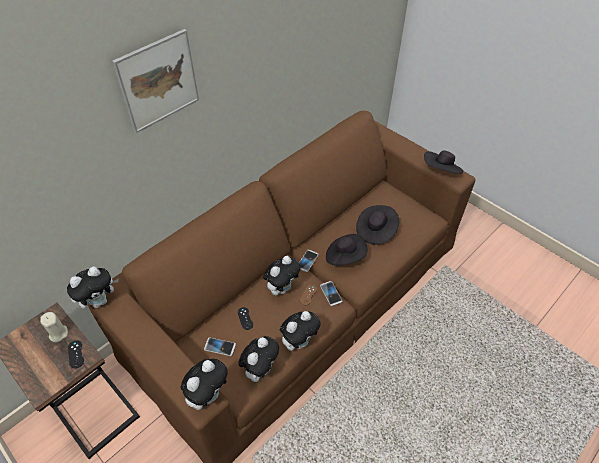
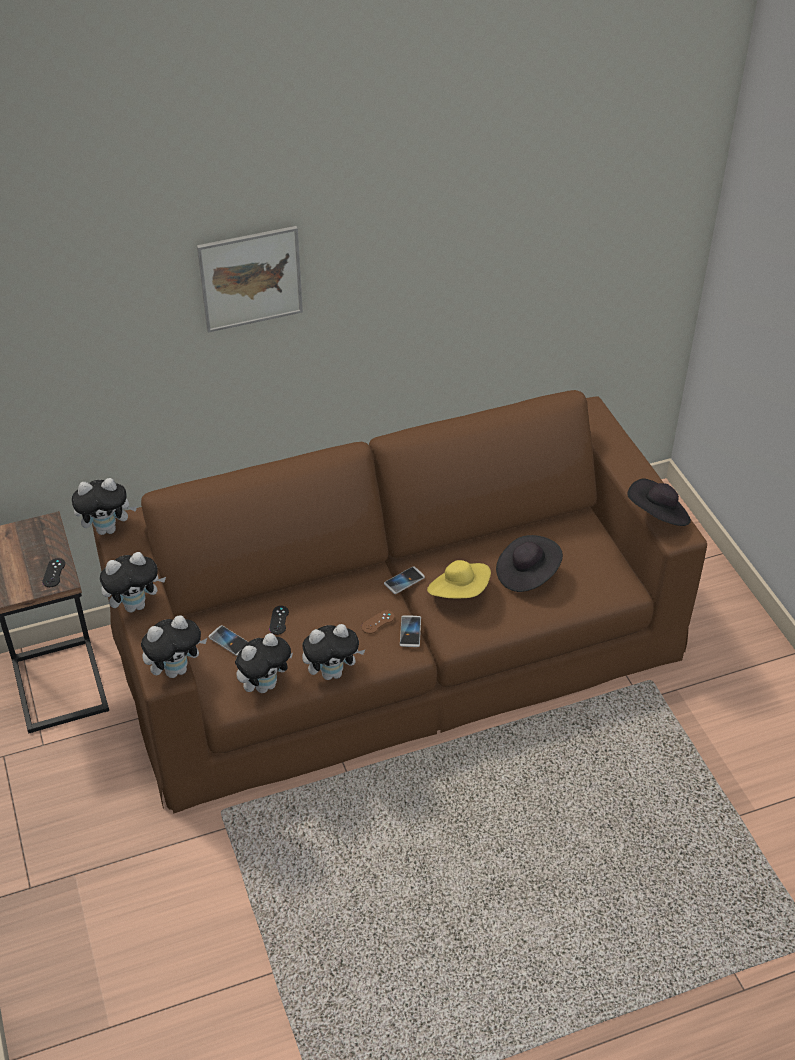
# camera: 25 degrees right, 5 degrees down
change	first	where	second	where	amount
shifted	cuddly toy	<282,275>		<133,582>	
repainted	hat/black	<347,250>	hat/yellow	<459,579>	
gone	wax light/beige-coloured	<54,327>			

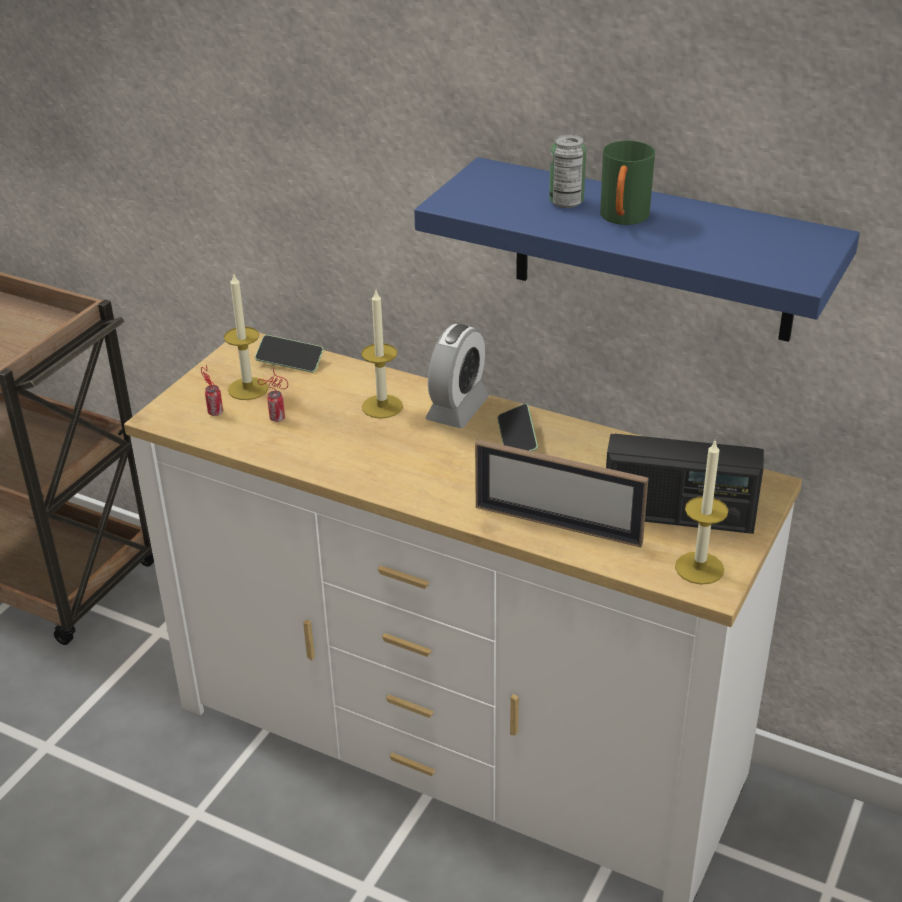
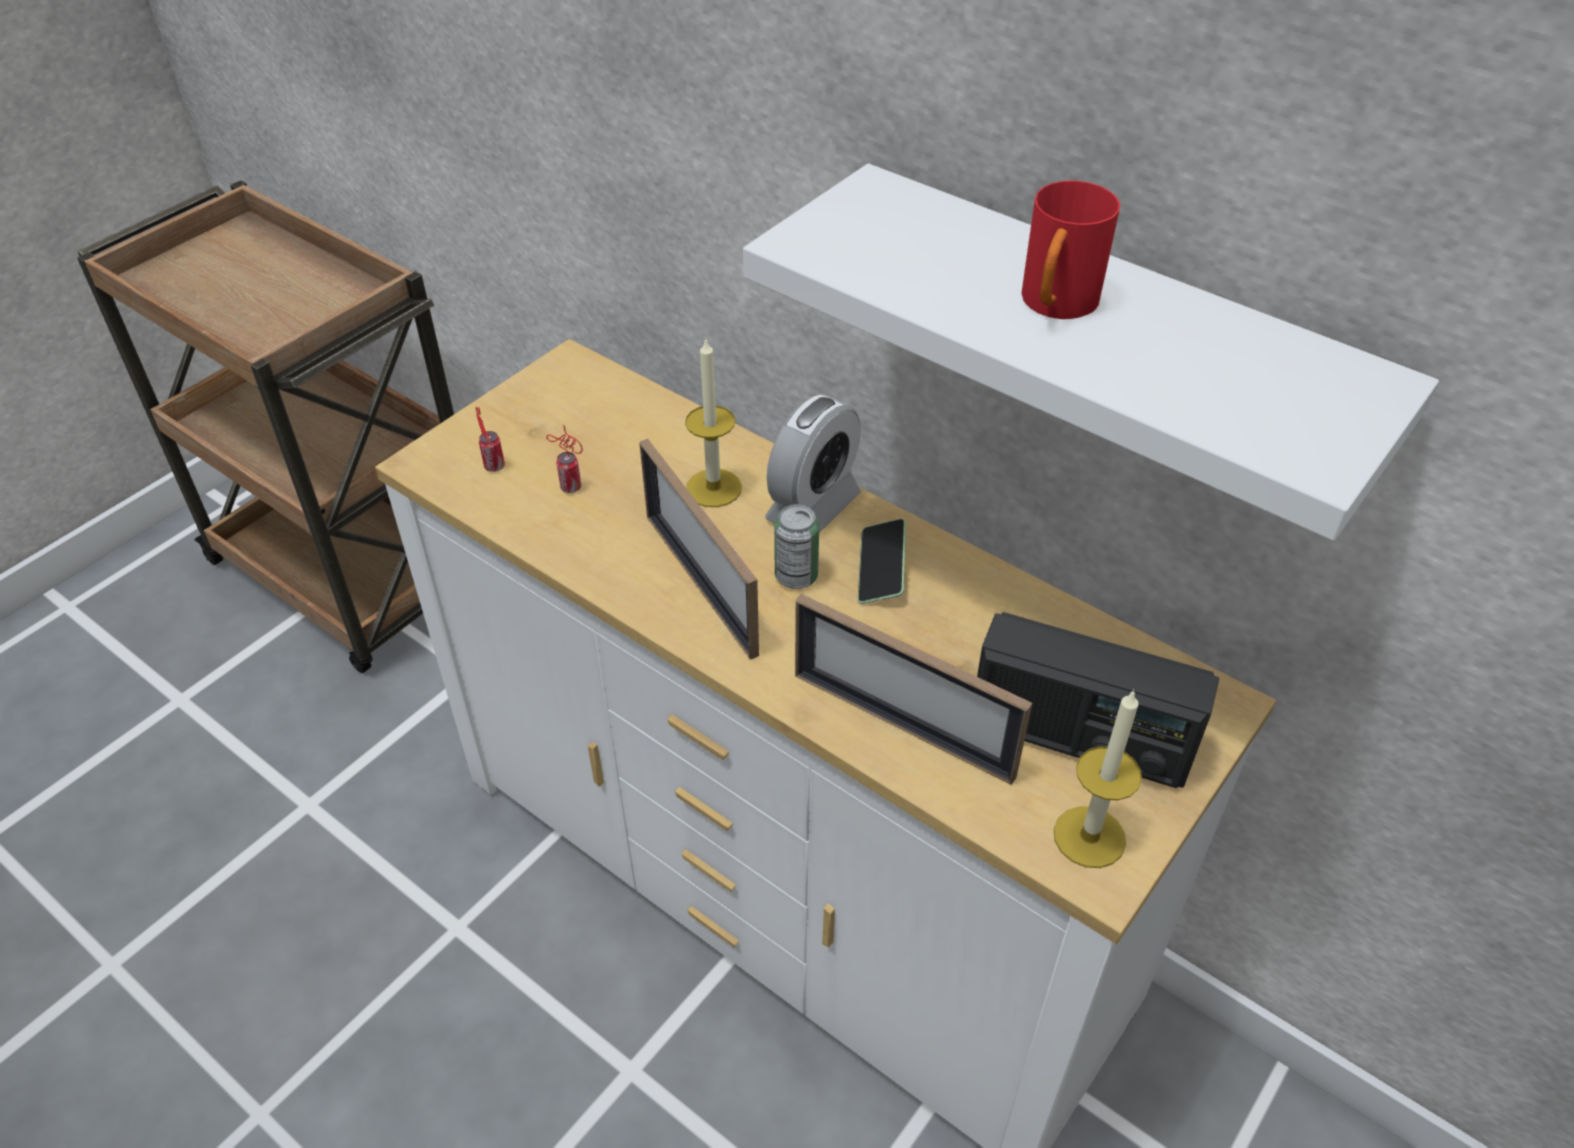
# camera: 10 degrees right, 10 degrees up
change	first	where	second	where	amount
new			standing frame	<699,549>	
repainted	wall shelf/bluish	<637,249>	wall shelf/whitish	<1091,352>	
shifted	metal can	<567,171>		<796,546>	
repainted	tea mug/greenish	<627,183>	tea mug/red-coloured	<1070,249>	
gone	wax light	<246,337>			
gone	handset	<289,354>			

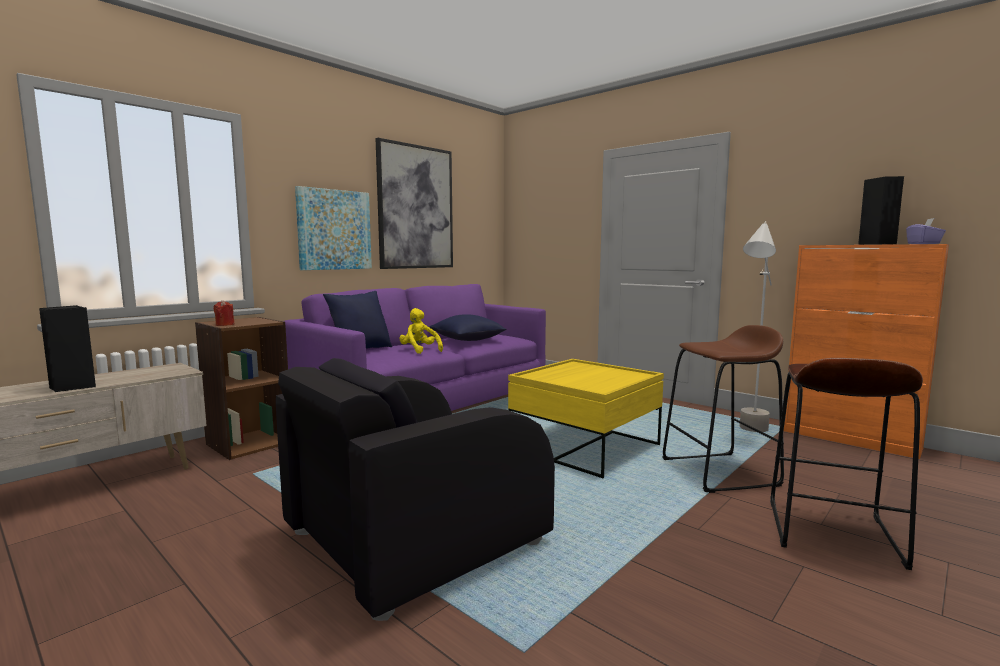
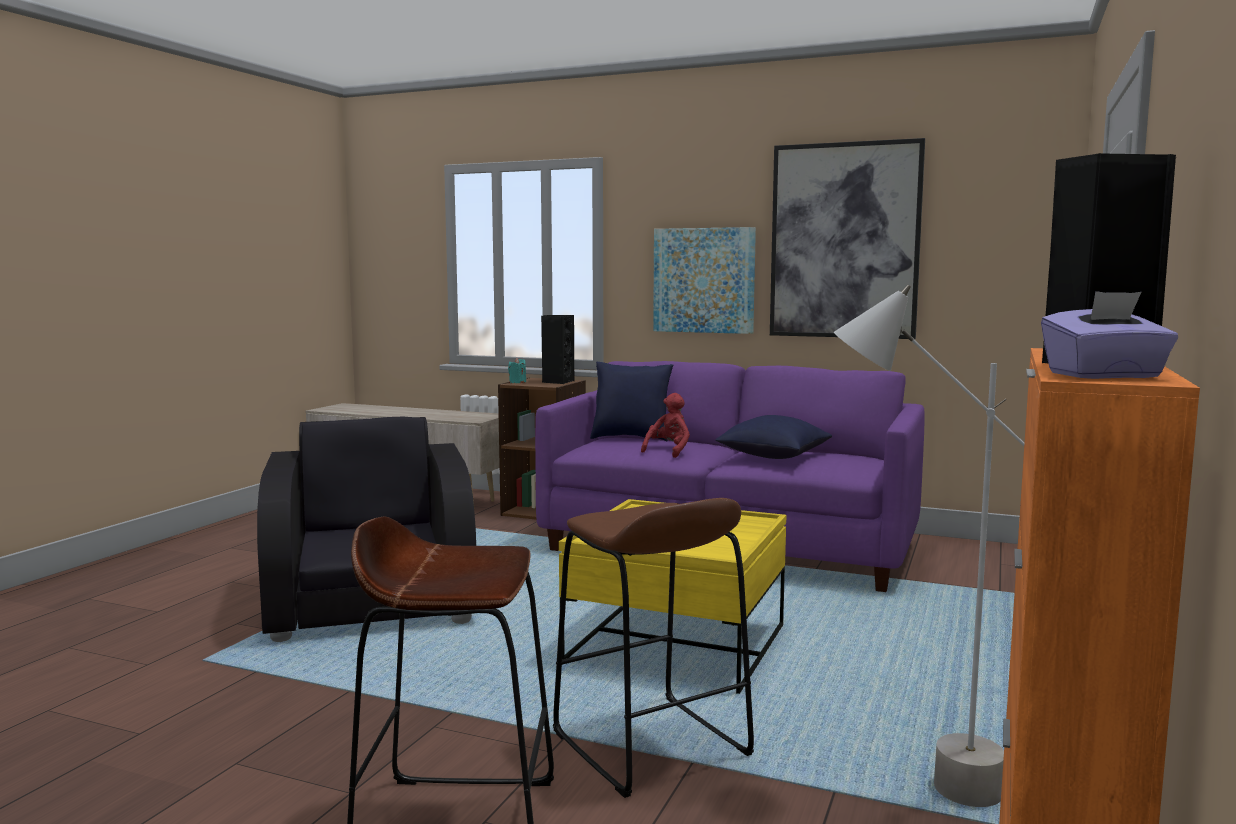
# camera: 70 degrees right, 0 degrees up
change	first	where	second	where	amount
rotated	armchair/black	<415,489>		<366,529>	45 degrees clockwise
repainted	wax light/red-coloured	<224,313>	wax light/blue-green	<517,370>	
shifted	audio speaker/black	<67,348>		<557,349>	
repainted	cuddly toy/yellow	<421,331>	cuddly toy/red-coloured	<665,425>	

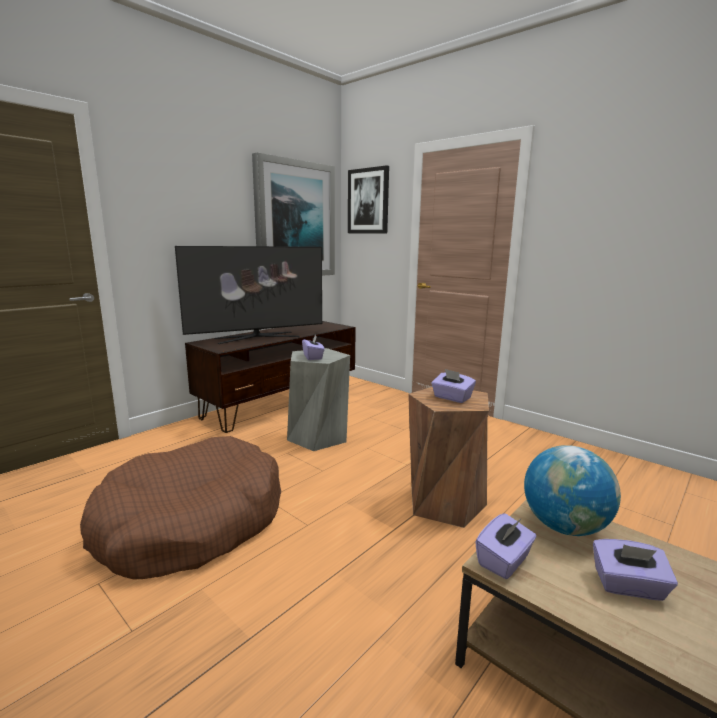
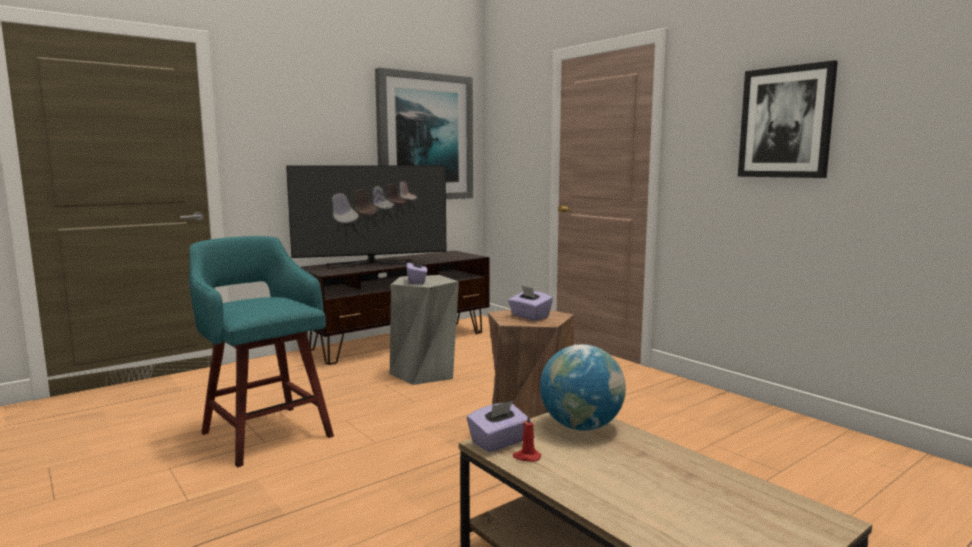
# camera: 10 degrees right, 5 degrees down
change	first	where	second	where	amount
swapped	pet bed/brown	<180,508>	sitting stool/blue-green	<261,352>	
new			wax light/red-coloured	<527,437>	
shifted	picture	<368,199>		<788,119>	
gone	tissue box/purplish	<635,570>			

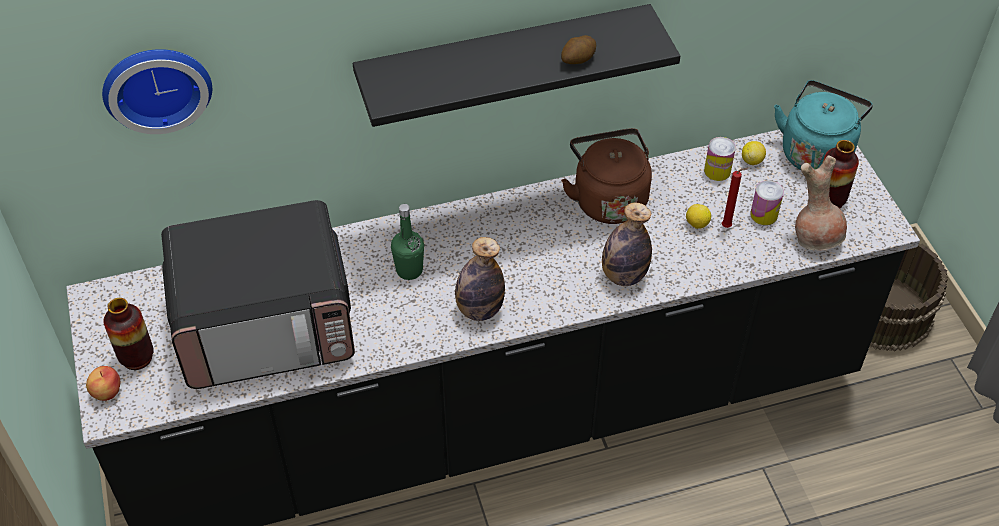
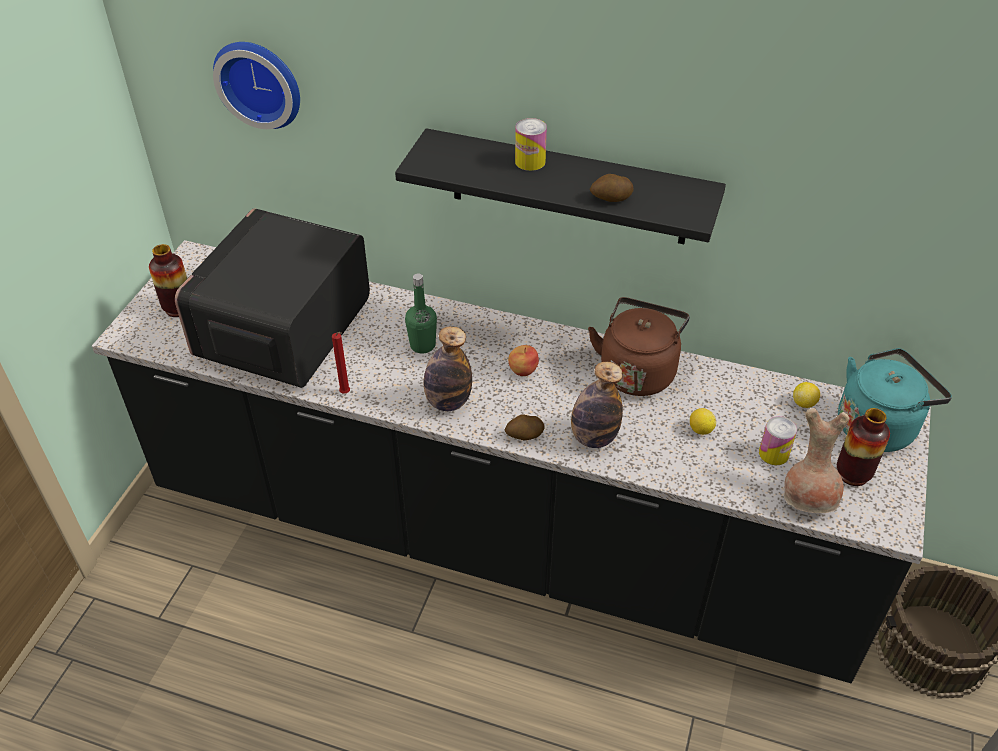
# camera: 35 degrees right, 5 degrees down
change	first	where	second	where	amount
rotated	kitchen microwave	<258,294>		<272,298>	90 degrees clockwise
shifted	wax light/red-coloured	<735,198>		<341,363>	
new			potato	<524,427>	
shifted	apple fruit	<103,383>		<523,360>	
shifted	metal can	<720,159>		<531,144>	

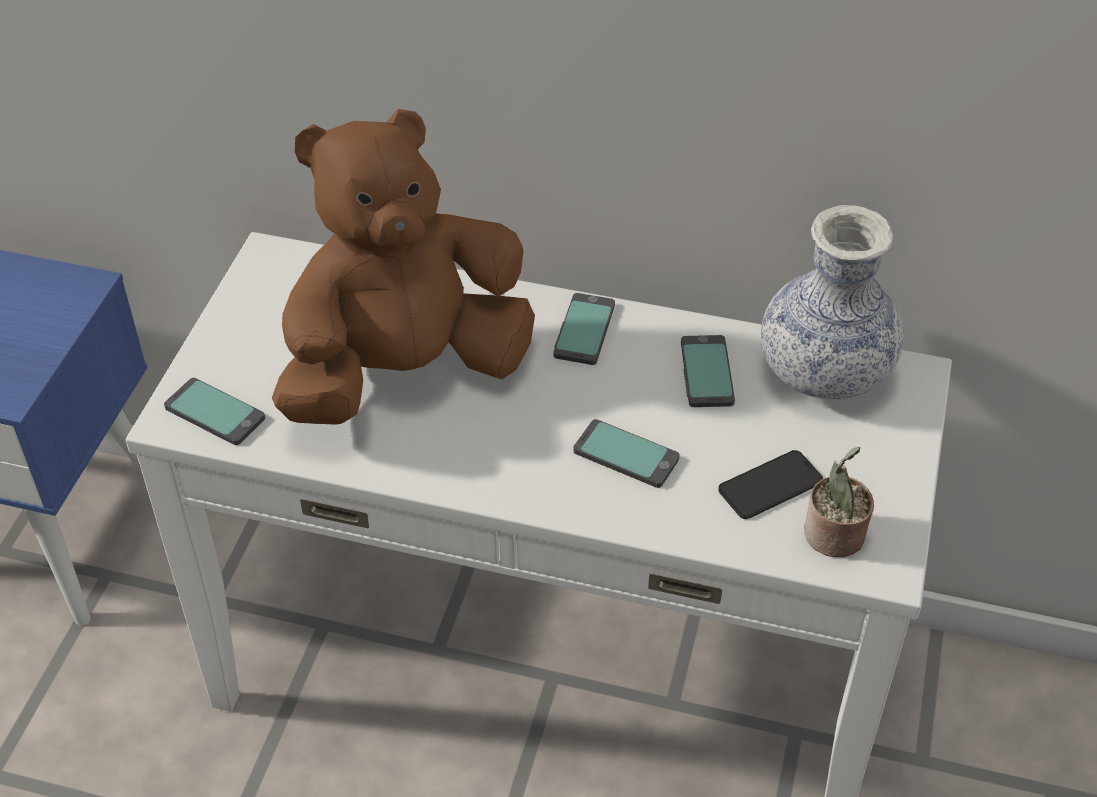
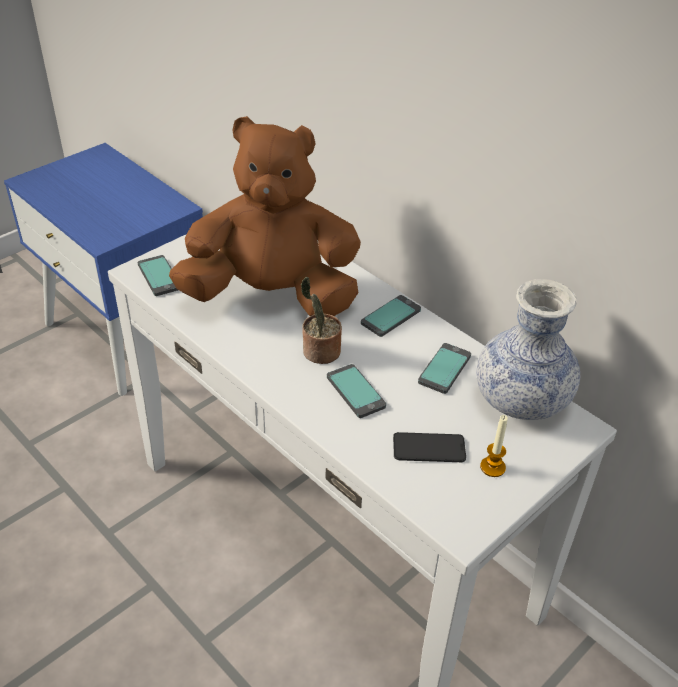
# camera: 30 degrees right, 5 degrees down
change	first	where	second	where	amount
shifted	houseplant	<839,502>		<321,320>	
new			wax light	<494,446>	

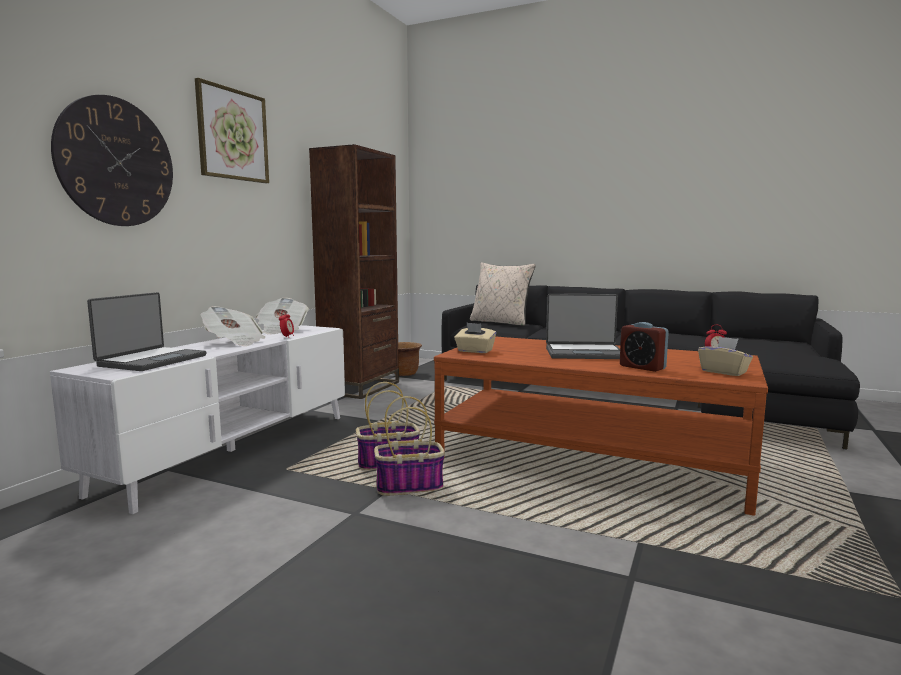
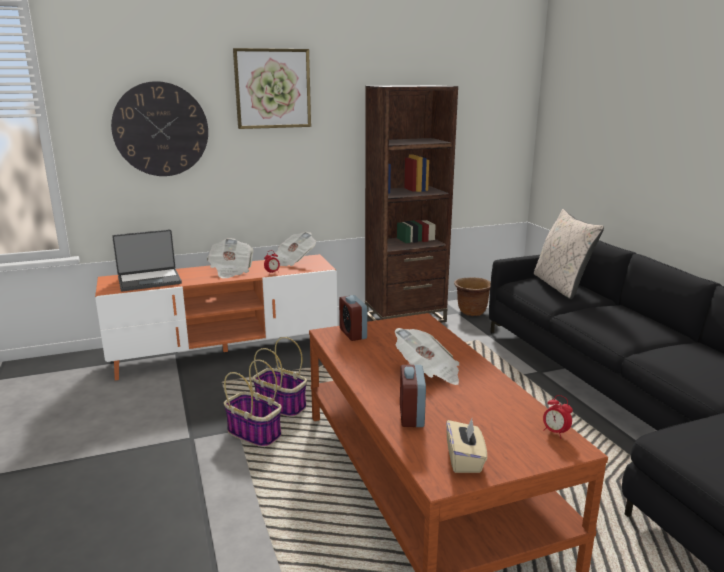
# camera: 45 degrees right, 10 degrees up
change	first	where	second	where	amount
repainted	tv unit/whitish	<197,419>	tv unit/orangey	<216,317>	
swapped	tissue box/beige-coloured	<475,337>	bedside clock	<353,318>	
swapped	notebook computer	<583,326>	printed paper	<427,356>	

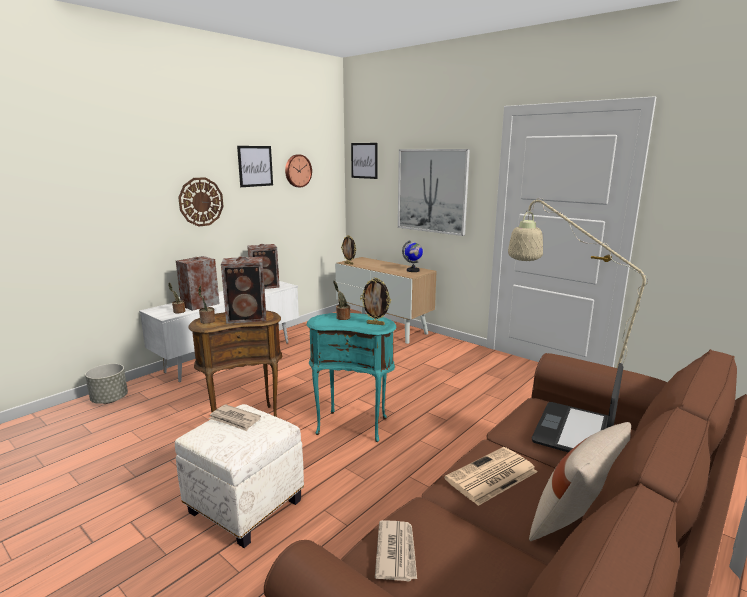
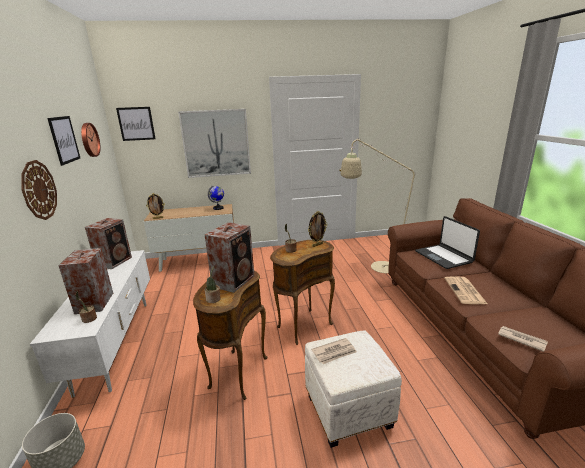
# camera: 50 degrees left, 5 degrees up
change	first	where	second	where	amount
repainted	accent table/blue-green	<351,377>	accent table/brown	<302,292>	
gone	cushion/beige-coloured	<580,481>			

